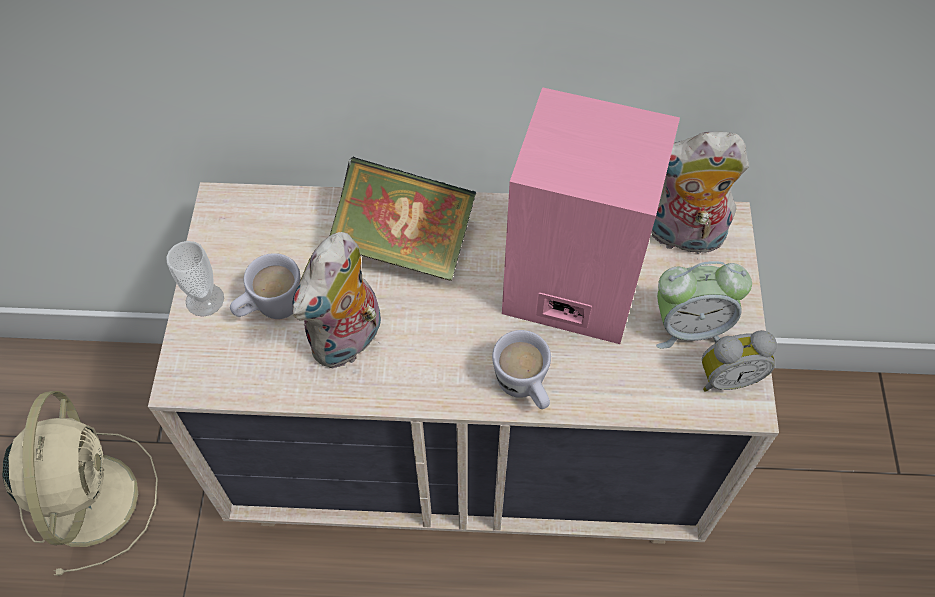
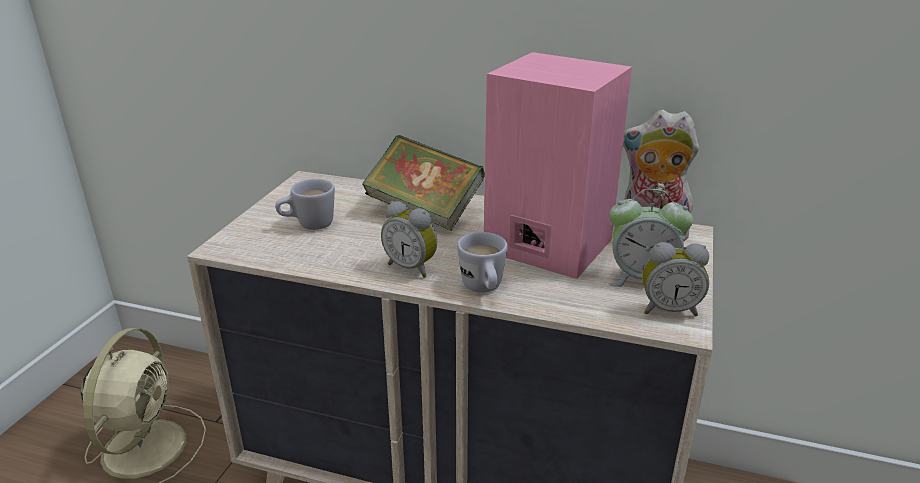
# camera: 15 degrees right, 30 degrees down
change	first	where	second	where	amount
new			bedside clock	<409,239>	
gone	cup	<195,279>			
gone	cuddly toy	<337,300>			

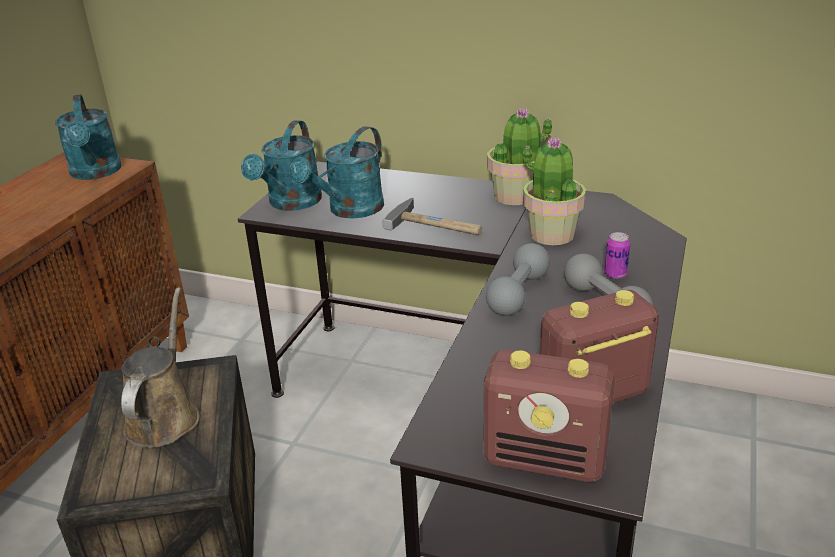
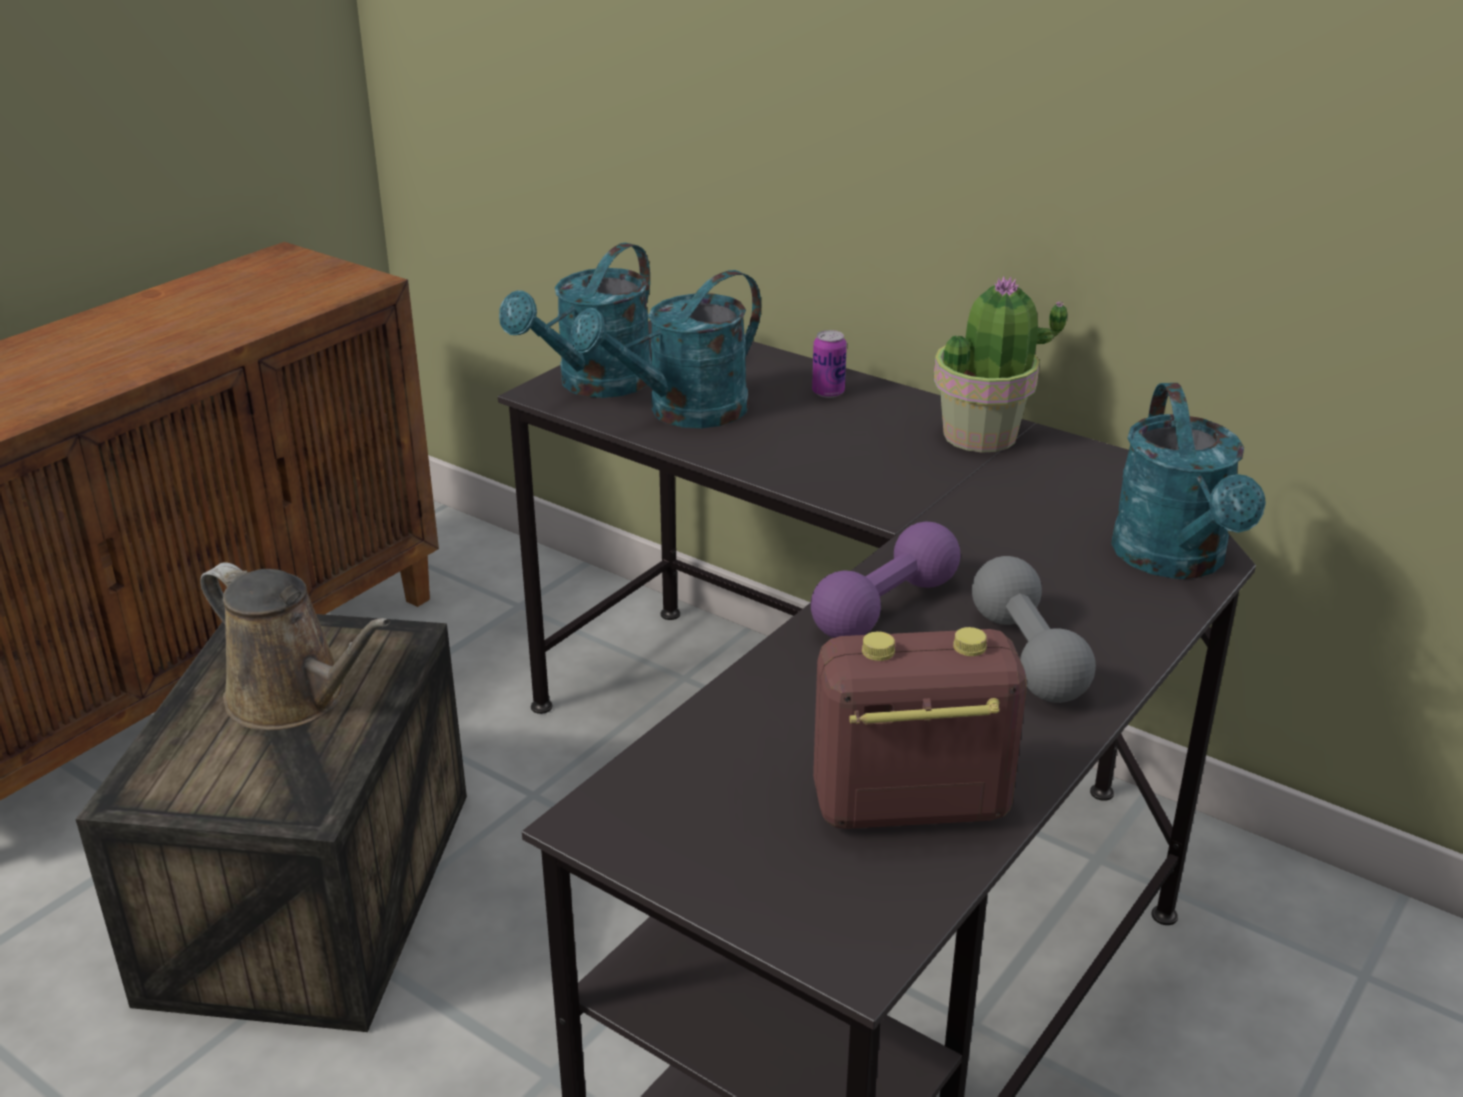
# camera: 15 degrees right, 0 degrees up
change	first	where	second	where	amount
rotated	watering can/brown	<160,368>		<295,646>	105 degrees clockwise
repainted	free weight/grey	<518,279>	free weight/purplish	<885,580>	
shifted	metal can	<617,255>		<829,364>	
shifted	watering can/blue-green	<88,137>		<1188,481>	
gone	hammer	<432,216>			
gone	radio	<549,416>			
gone	houseplant	<554,191>			

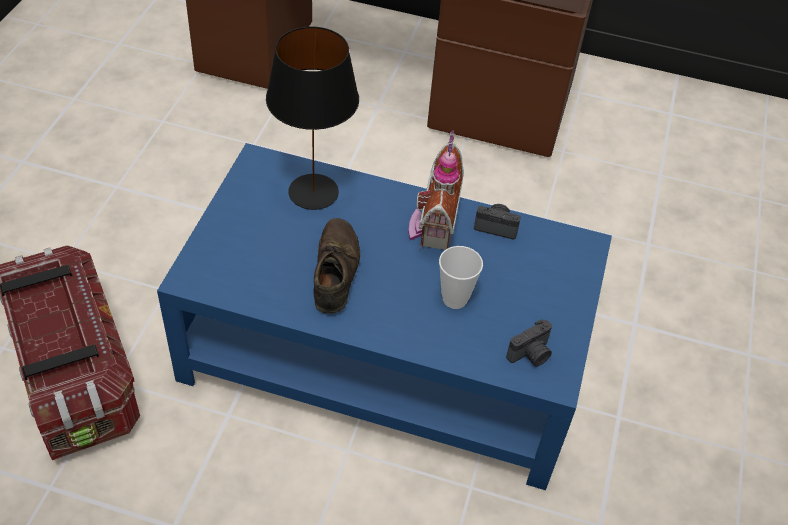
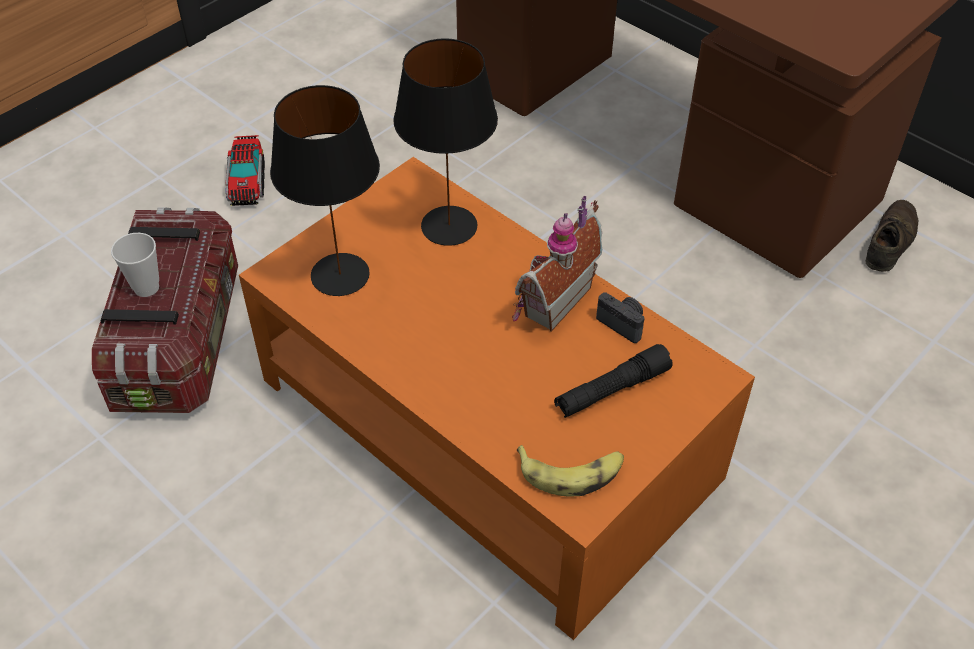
# camera: 30 degrees right, 0 degrees up
change	first	where	second	where	amount
shifted	cup	<461,277>		<135,265>	
new			model truck	<245,170>	
repainted	lounge table/bluish	<384,316>	lounge table/orangey	<497,398>	
new			table lamp/black	<325,190>	
swapped	still camera	<529,343>	whole banana	<570,470>	
new			torch/black	<613,381>	
shifted	low shoe/brown	<336,266>		<892,236>	

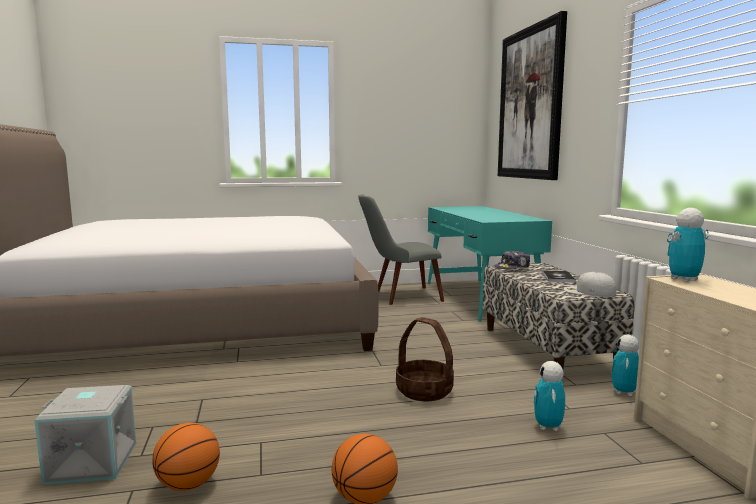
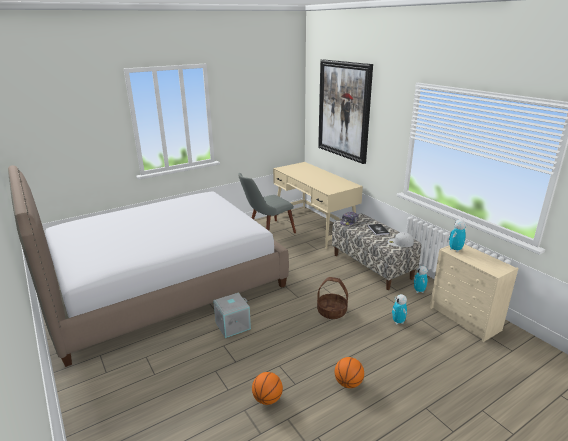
# camera: 20 degrees left, 15 degrees up
change	first	where	second	where	amount
shifted	storage container/grey	<85,435>		<232,315>	
repainted	desk table/blue-green	<490,264>	desk table/beige-coloured	<318,205>	

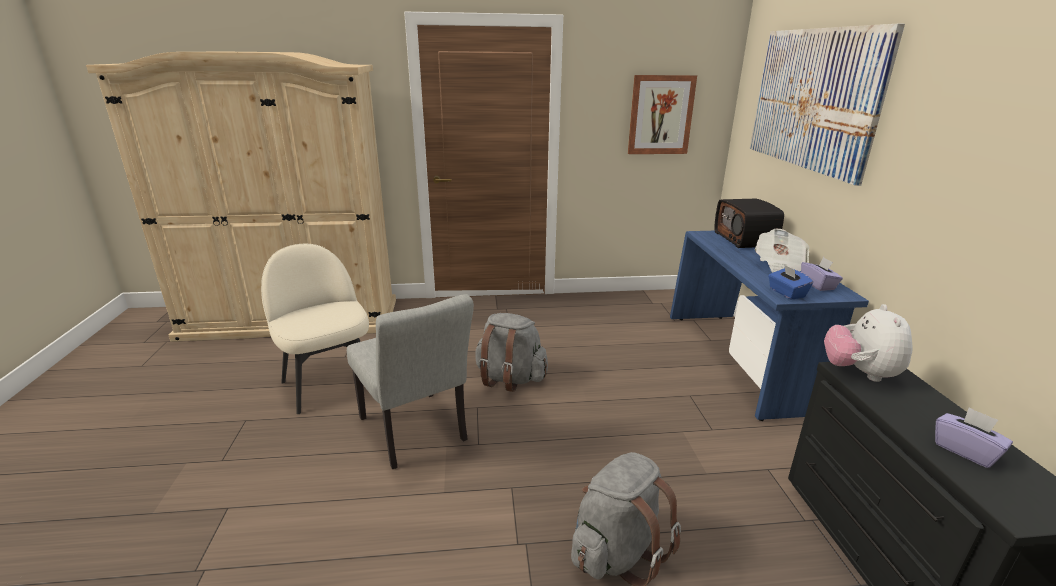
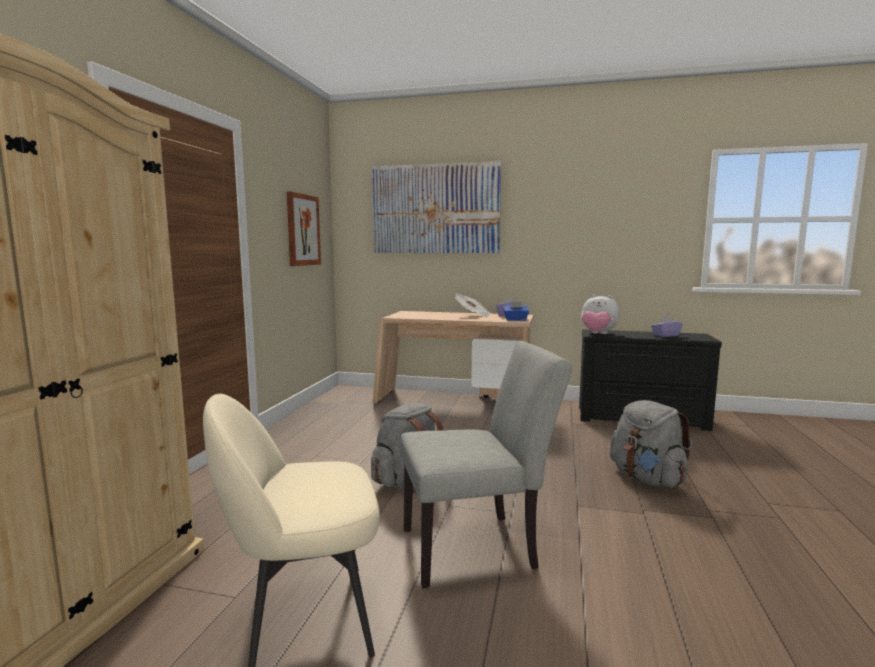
# camera: 70 degrees left, 15 degrees down
change	first	where	second	where	amount
repainted	desk table/bluish	<769,326>	desk table/beige-coloured	<453,357>	
gone	radio	<749,223>			

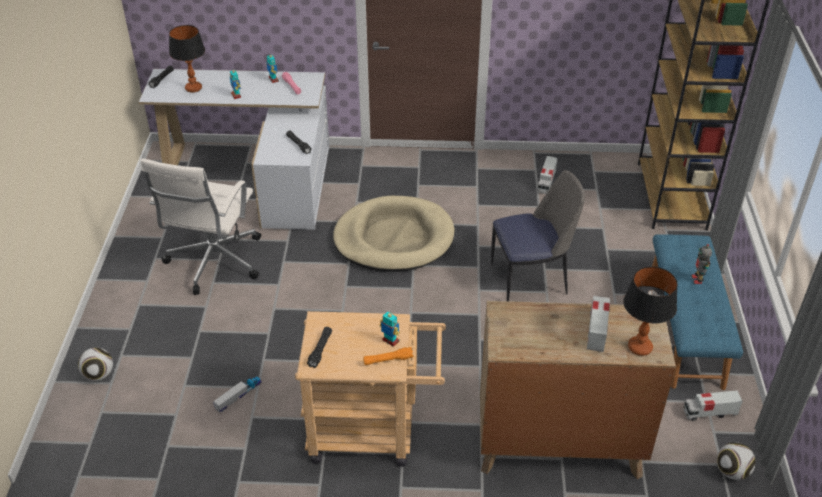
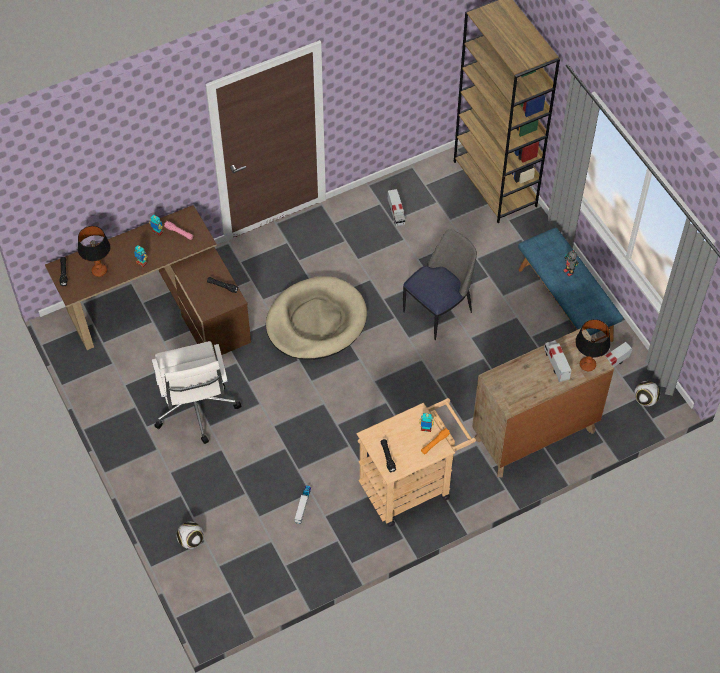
# camera: 30 degrees left, 15 degrees up
change	first	where	second	where	amount
repainted	desk table/whitish	<234,149>	desk table/brown	<148,280>	

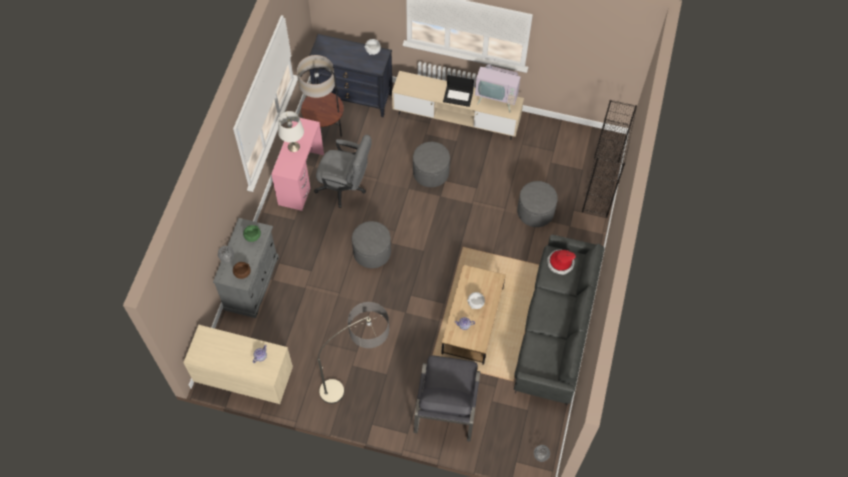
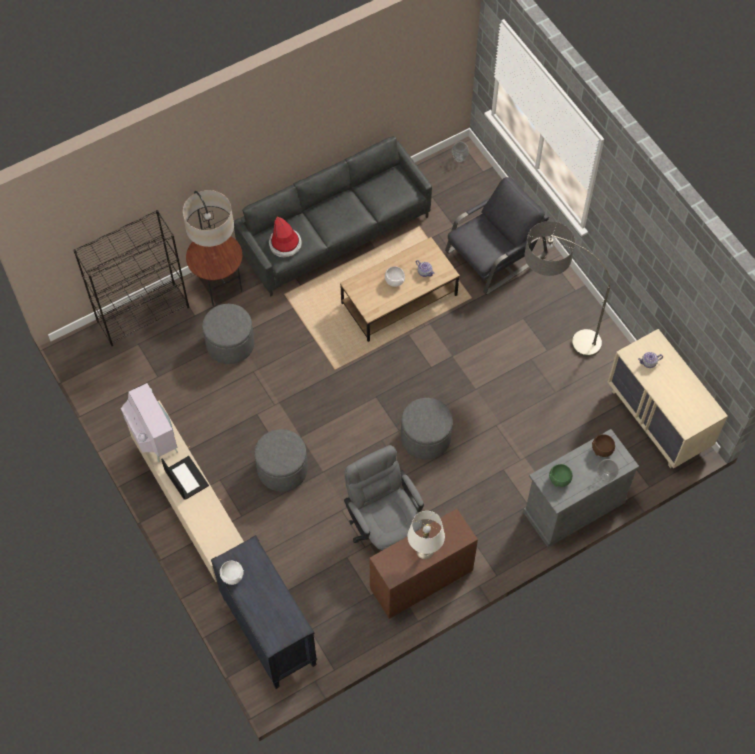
# camera: 135 degrees left, 0 degrees up
change	first	where	second	where	amount
shifted	floor lamp	<320,96>		<212,248>	
repainted	desk table/pinkish	<297,164>	desk table/brown	<424,564>	

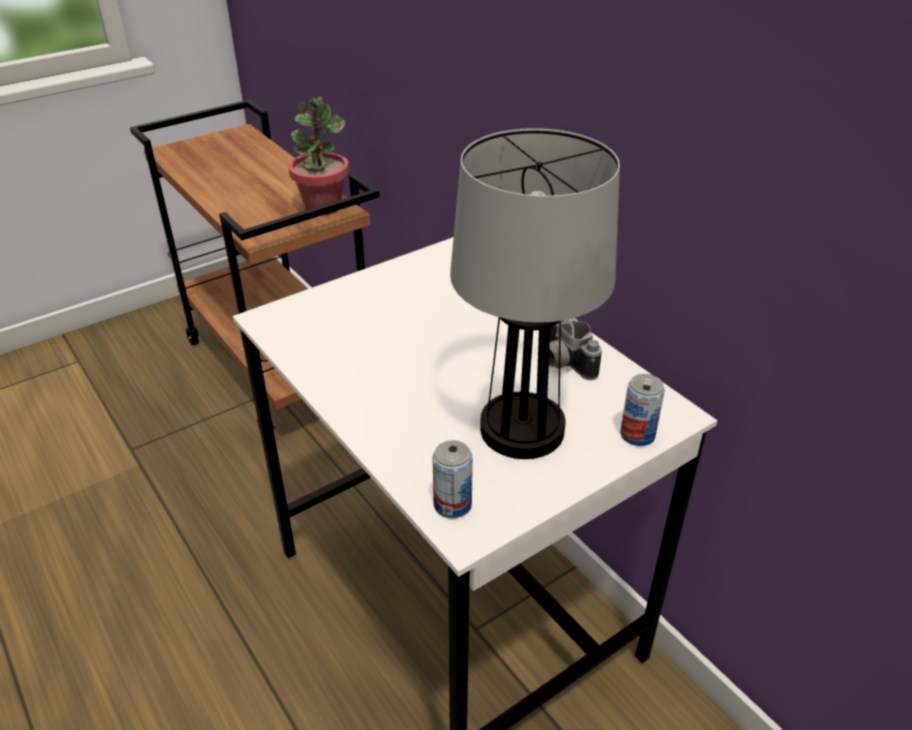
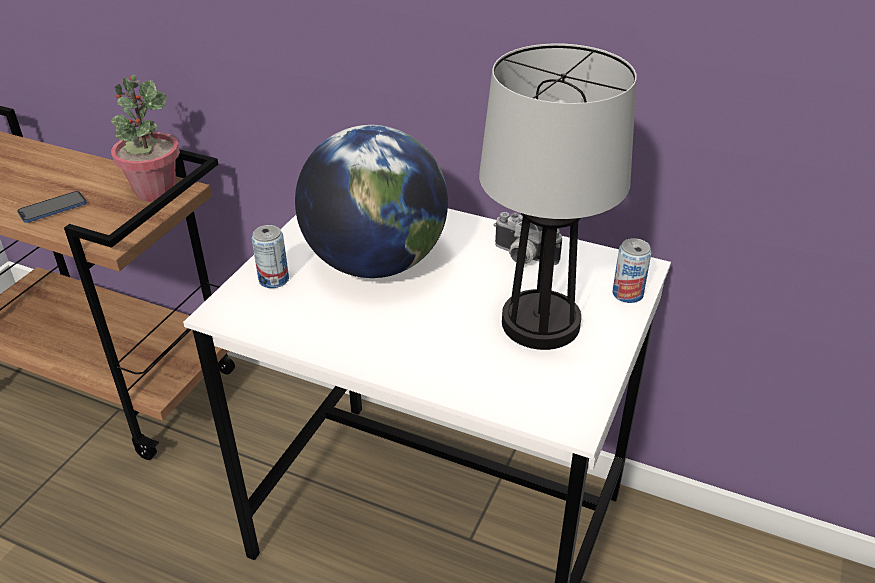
# camera: 30 degrees left, 0 degrees up
change	first	where	second	where	amount
new			handset	<52,207>	
shifted	metal can	<452,479>		<270,256>	
new			world globe	<371,201>	

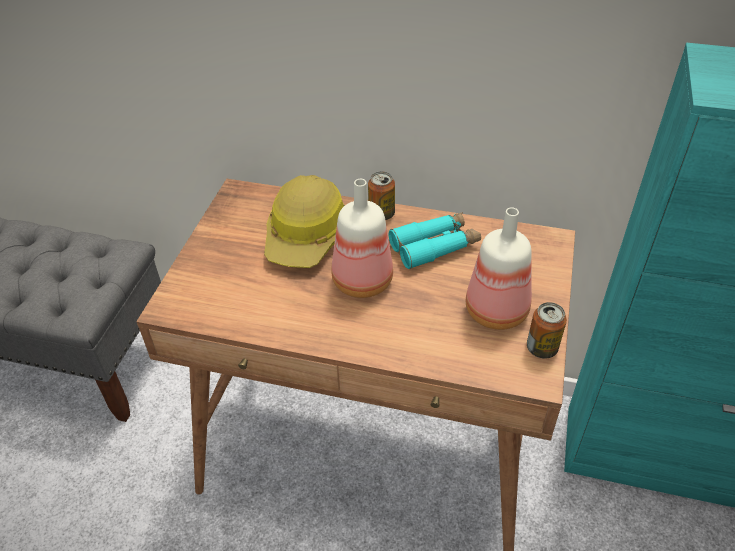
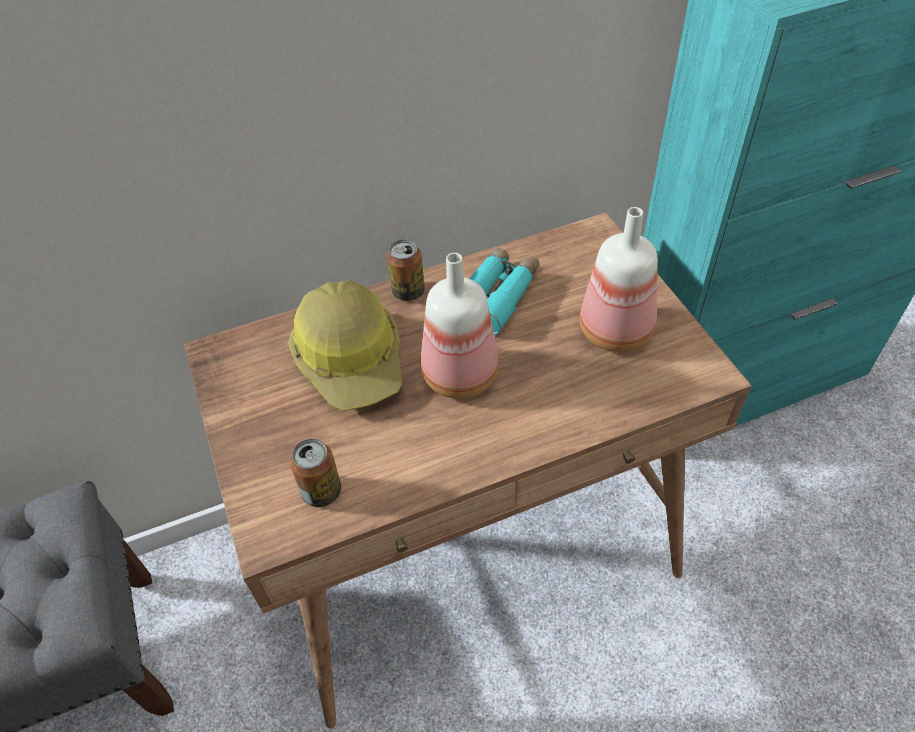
# camera: 35 degrees left, 5 degrees up
change	first	where	second	where	amount
shifted	metal can	<547,330>		<315,473>	

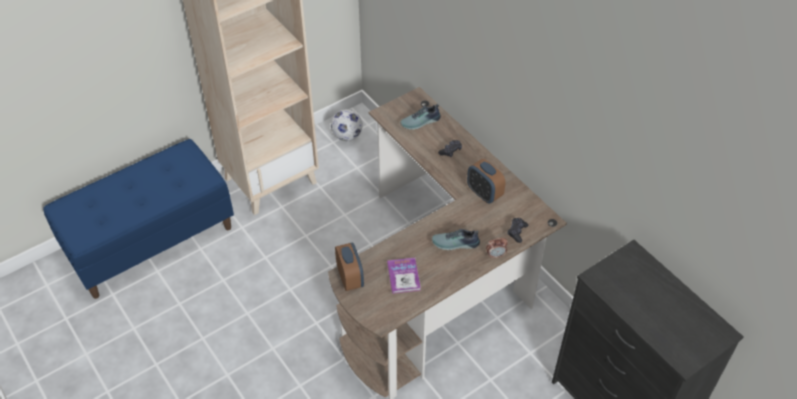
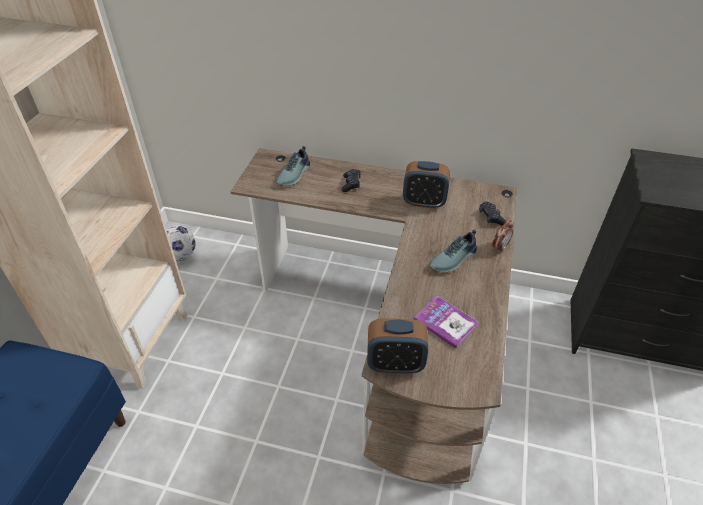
# camera: 40 degrees left, 5 degrees down
change	first	where	second	where	amount
rotated	bedside clock	<349,266>		<397,346>	150 degrees clockwise

